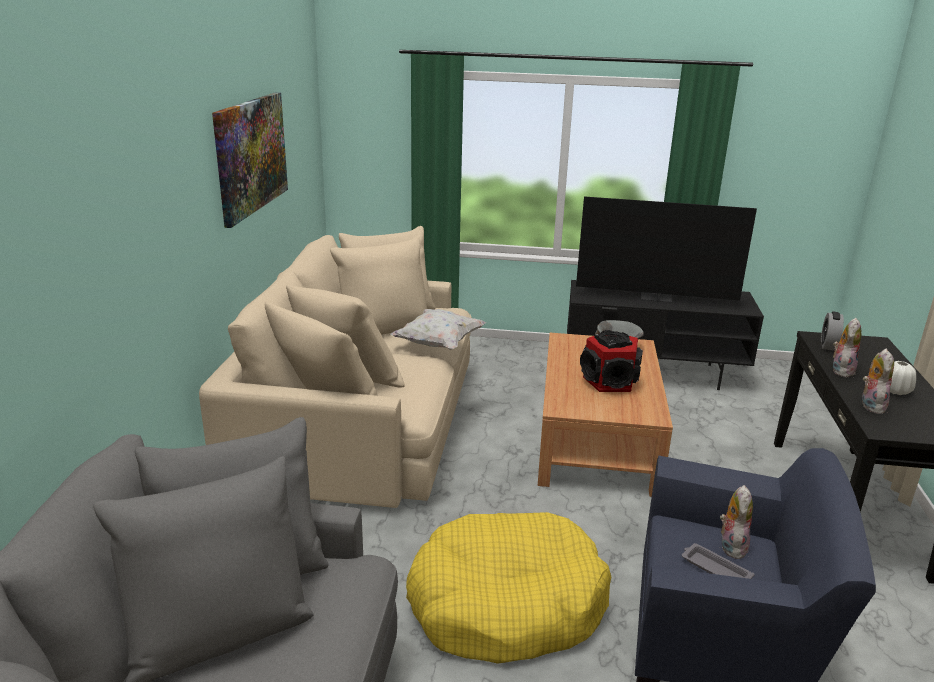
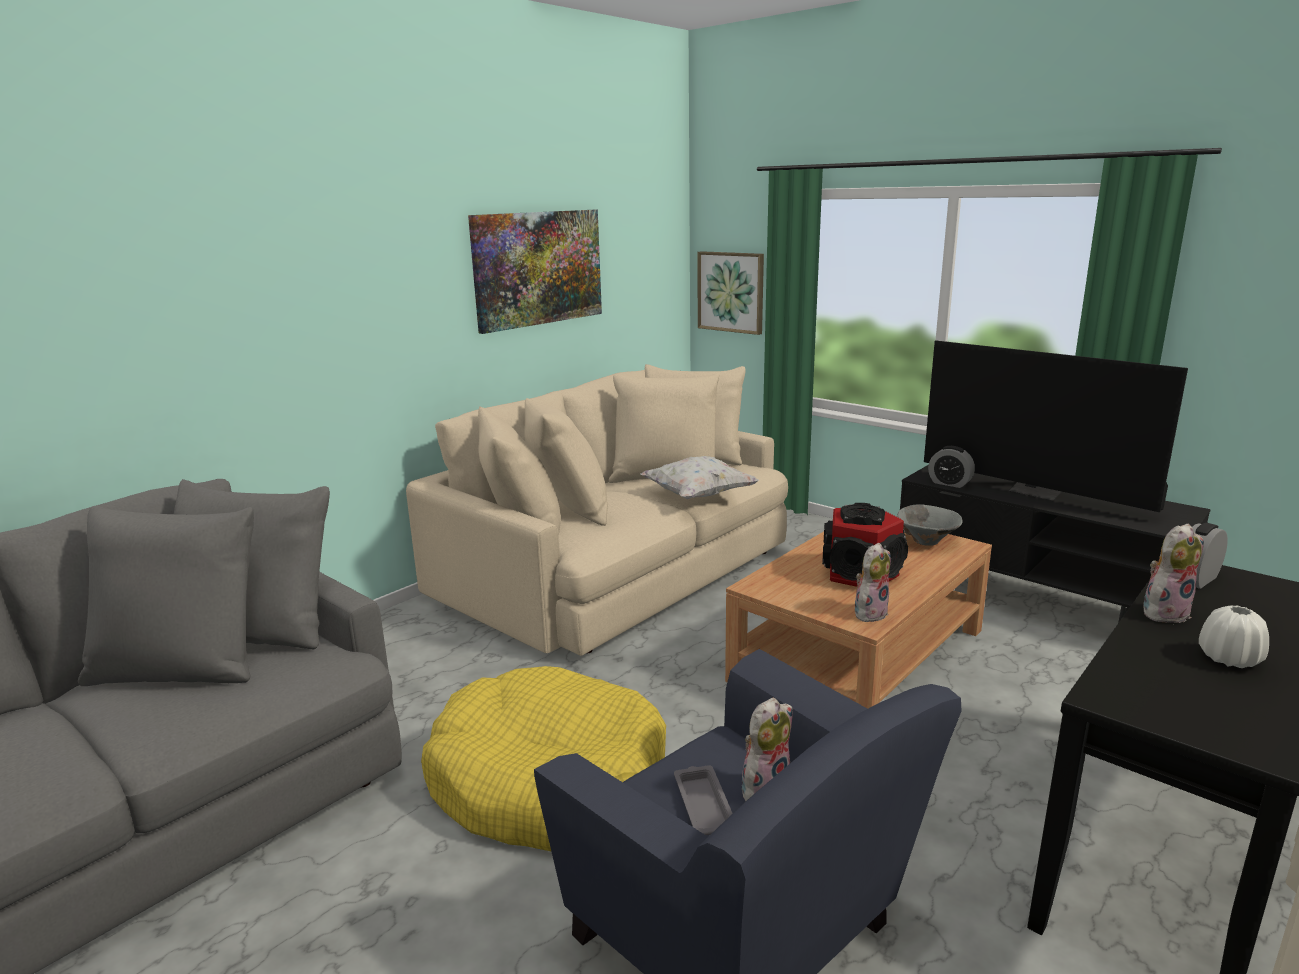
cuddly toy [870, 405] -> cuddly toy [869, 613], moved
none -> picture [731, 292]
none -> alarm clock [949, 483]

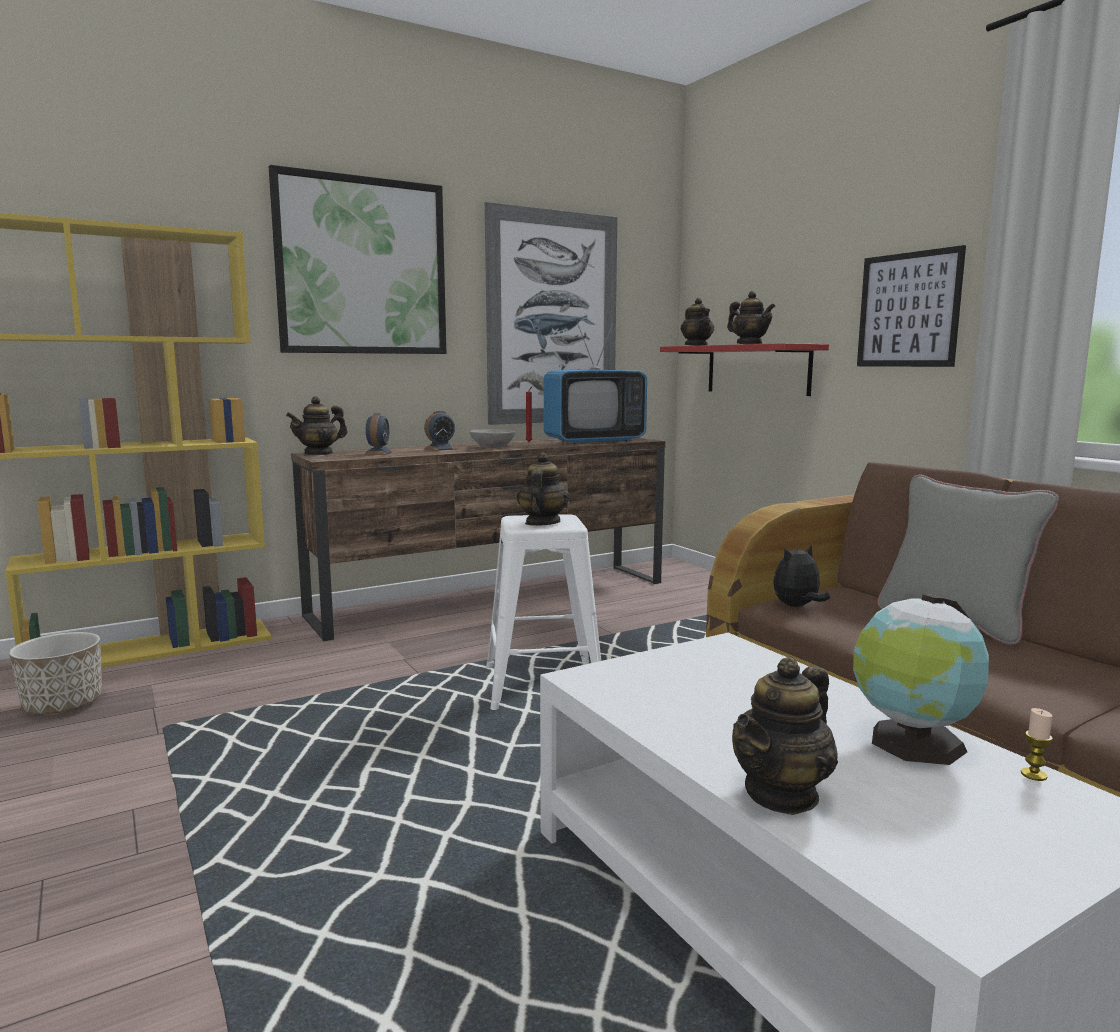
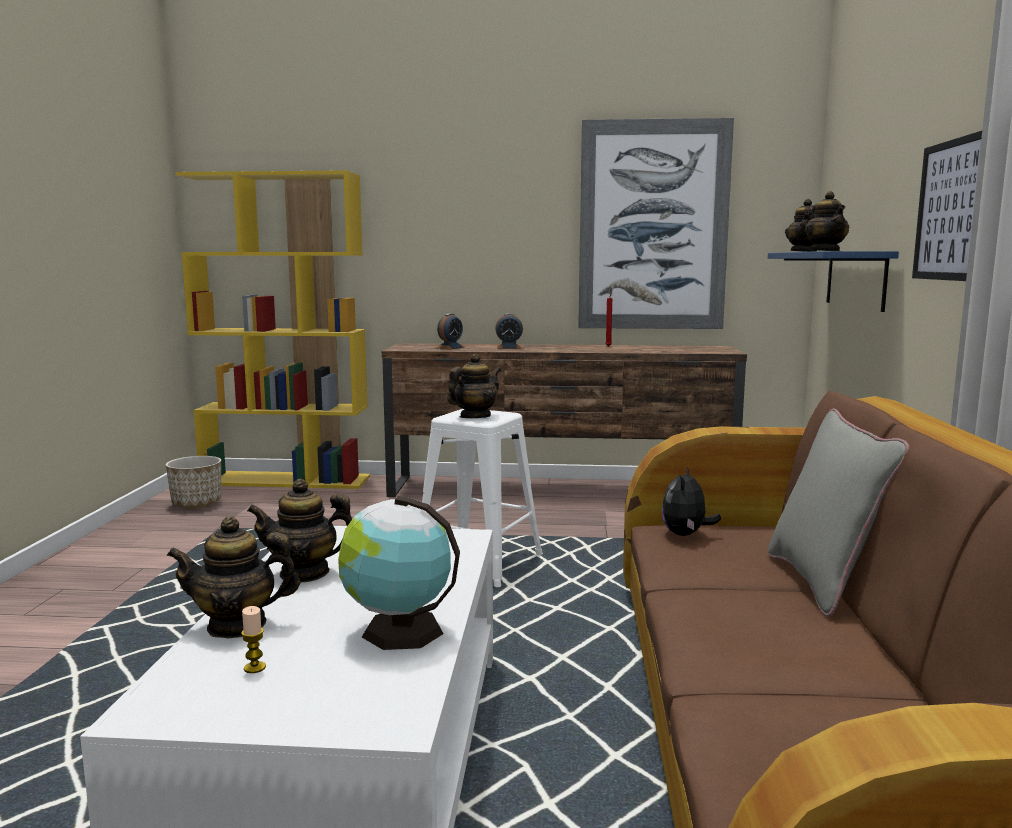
picture [362, 267] -> none
TV set [594, 441] -> none
red-coloured wall shelf [757, 369] -> blue-coloured wall shelf [855, 279]
tea pot [319, 453] -> tea pot [305, 573], moved
greyish bowl [492, 447] -> none
cuddly toy [797, 607] -> cuddly toy [686, 534], 75 degrees counterclockwise
wax light [1033, 775] -> wax light [254, 668], moved

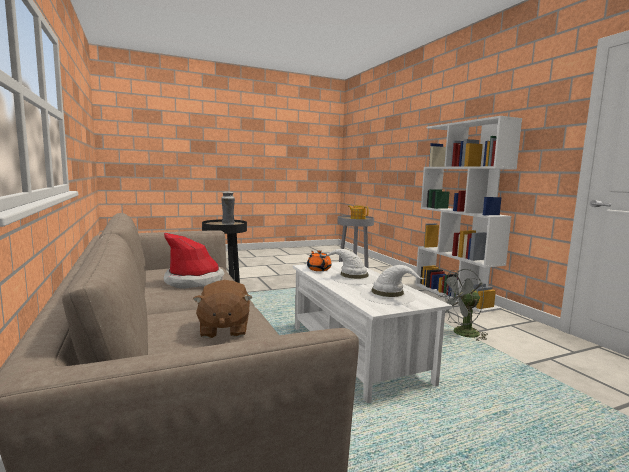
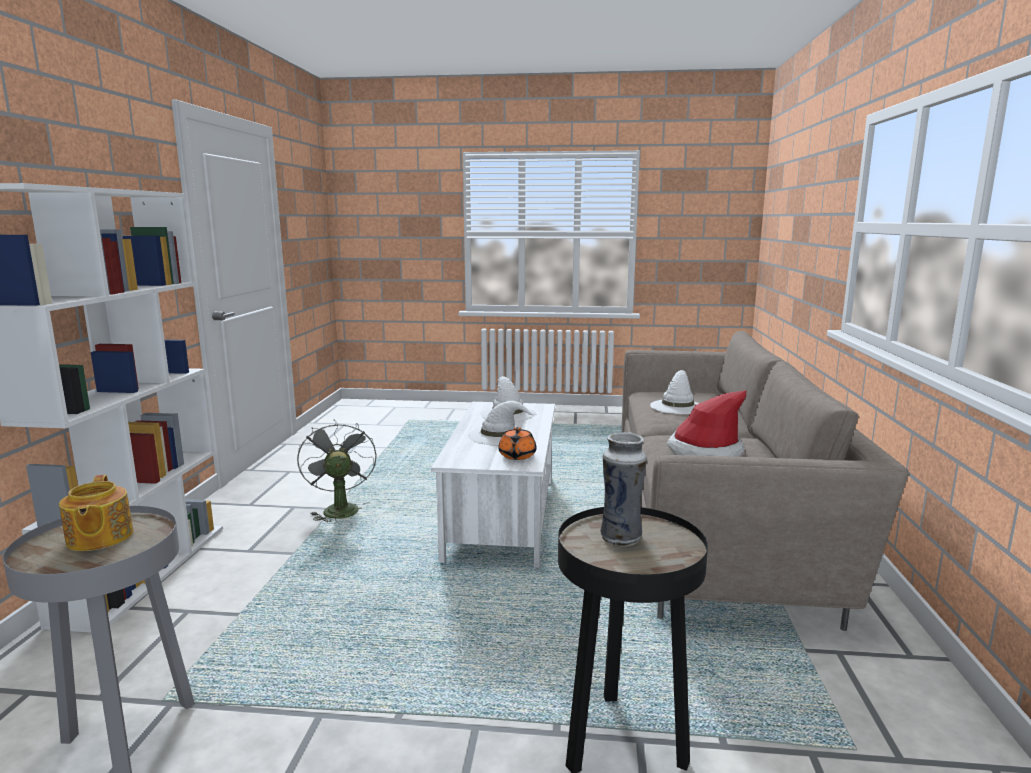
greyish cooling fan [461, 334] -> greyish cooling fan [339, 509], 120 degrees counterclockwise
brown cuddly toy [223, 329] -> white-coloured hat [677, 406]

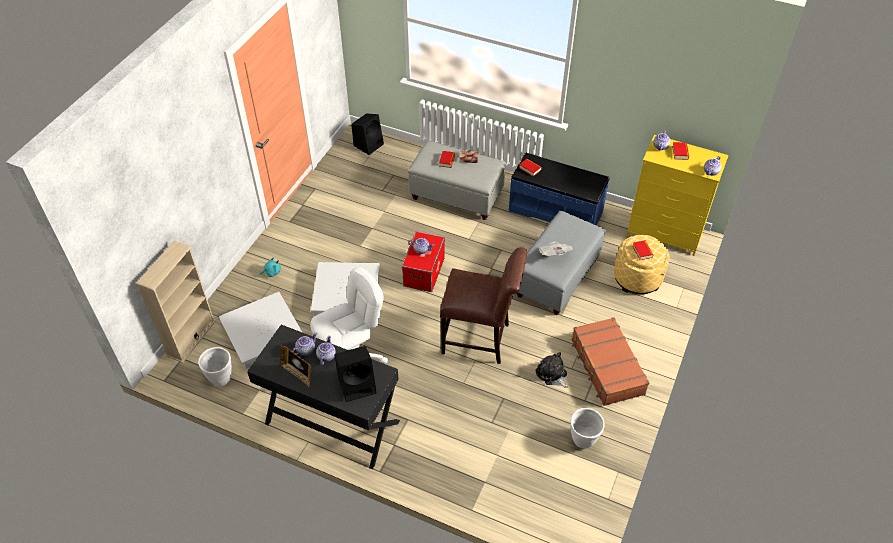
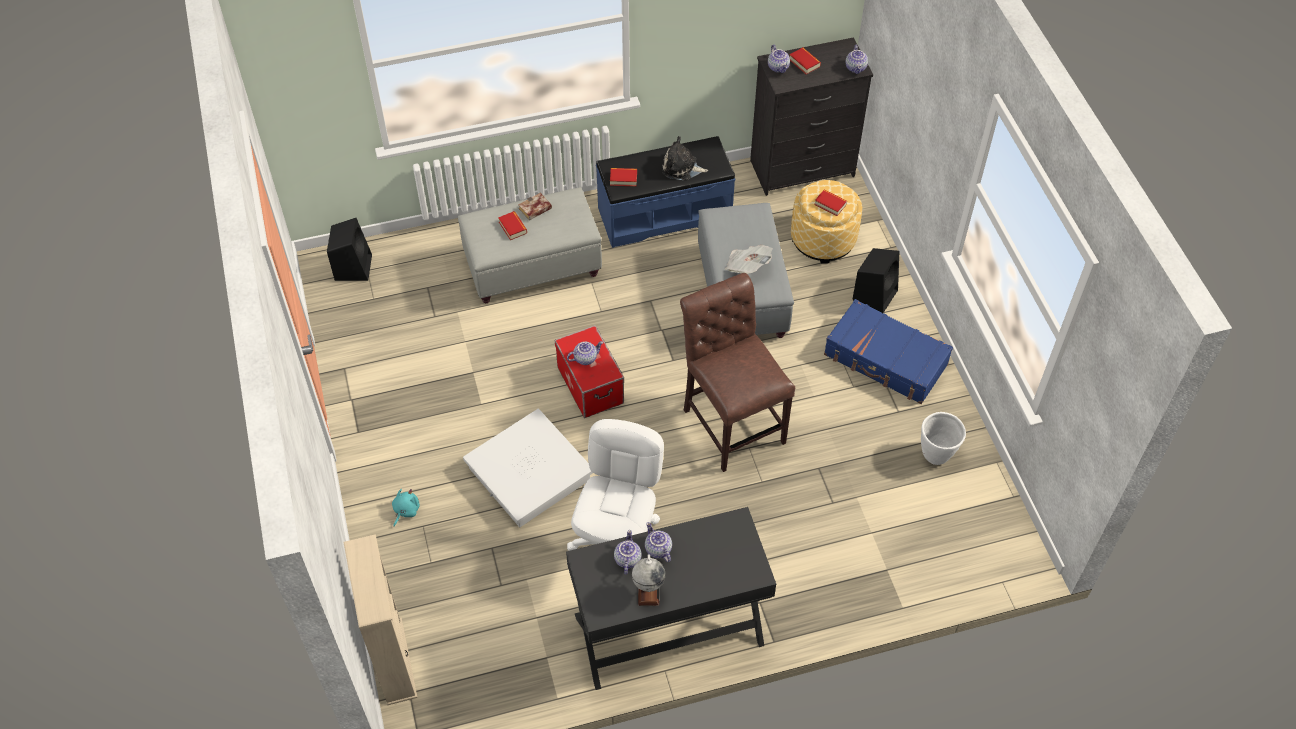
yellow-coloured drawer chest [665, 233] -> blackish drawer chest [803, 168]
brown chair [480, 340] -> brown chair [731, 421], 90 degrees counterclockwise
white-coloured storage bin [263, 334] -> none
brown suitcase [606, 367] -> blue-coloured suitcase [885, 360]
photo frame [298, 373] -> desk globe [648, 591]
blackish loudspeaker [358, 384] -> blackish loudspeaker [875, 294], moved
white-coloured planter [221, 378] -> none
cuddly toy [552, 374] -> cuddly toy [681, 168], moved

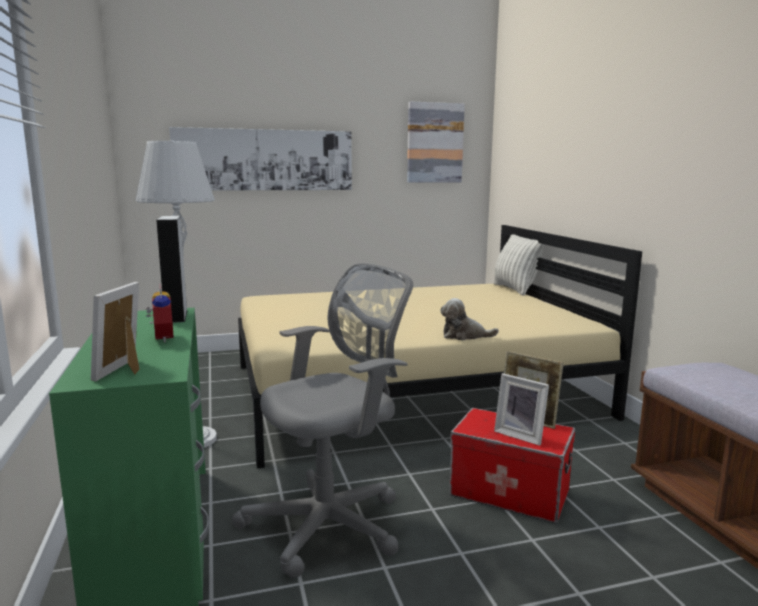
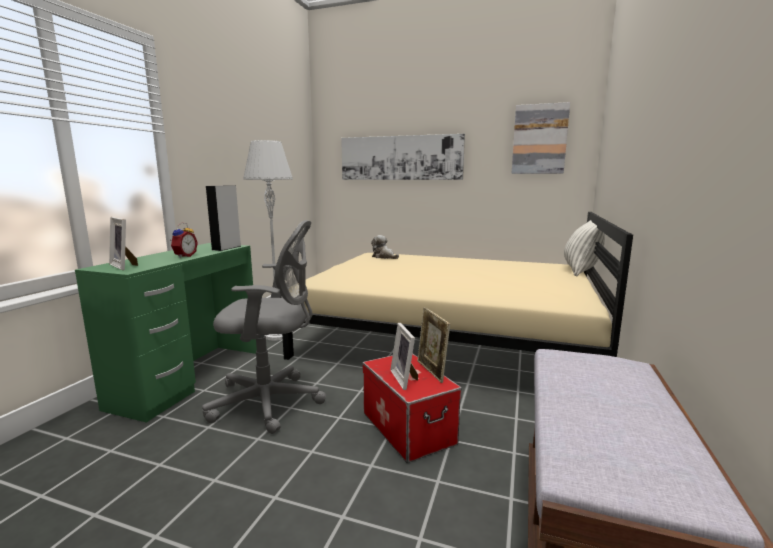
photo frame [126, 370] -> photo frame [125, 266], 90 degrees counterclockwise
cuddly toy [464, 336] -> cuddly toy [384, 257], moved

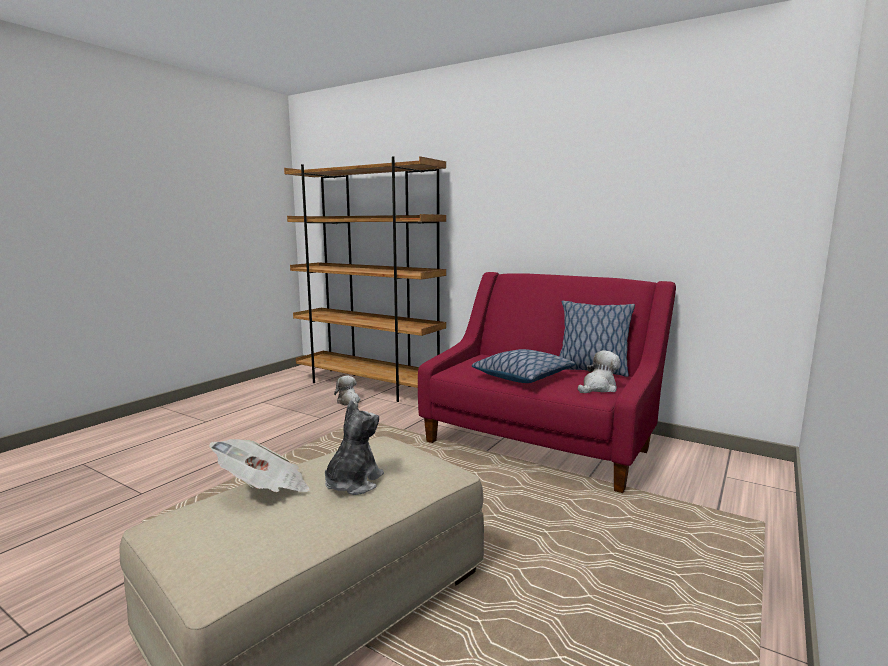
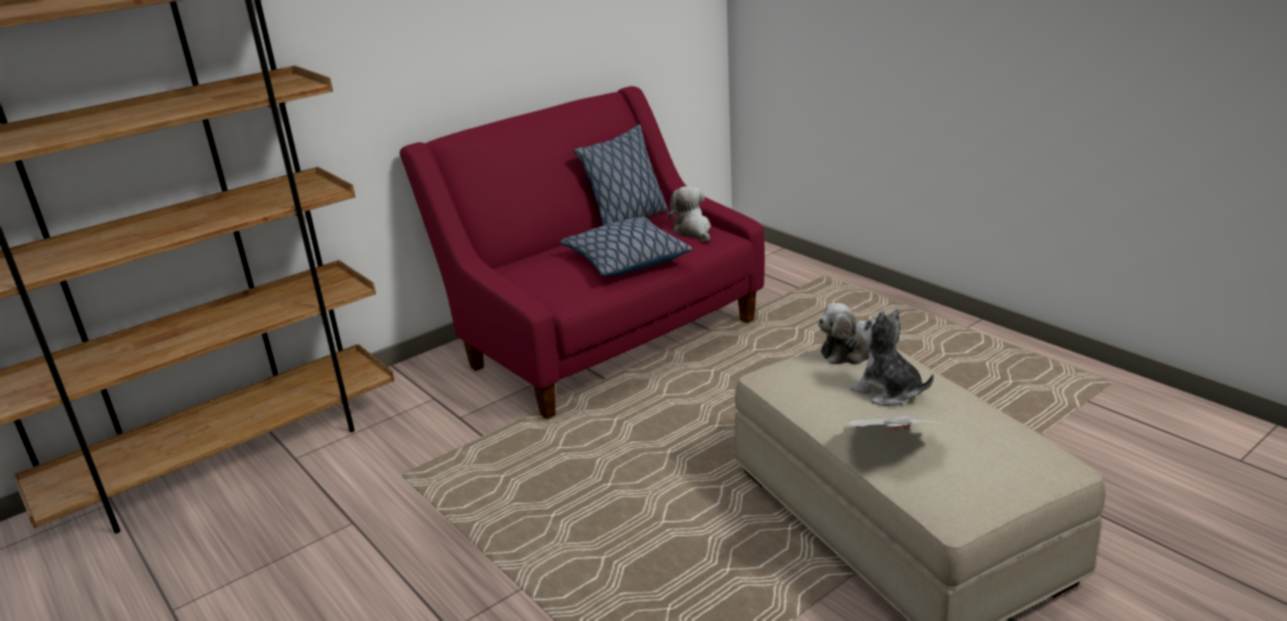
cuddly toy [349, 402] -> cuddly toy [853, 353], moved

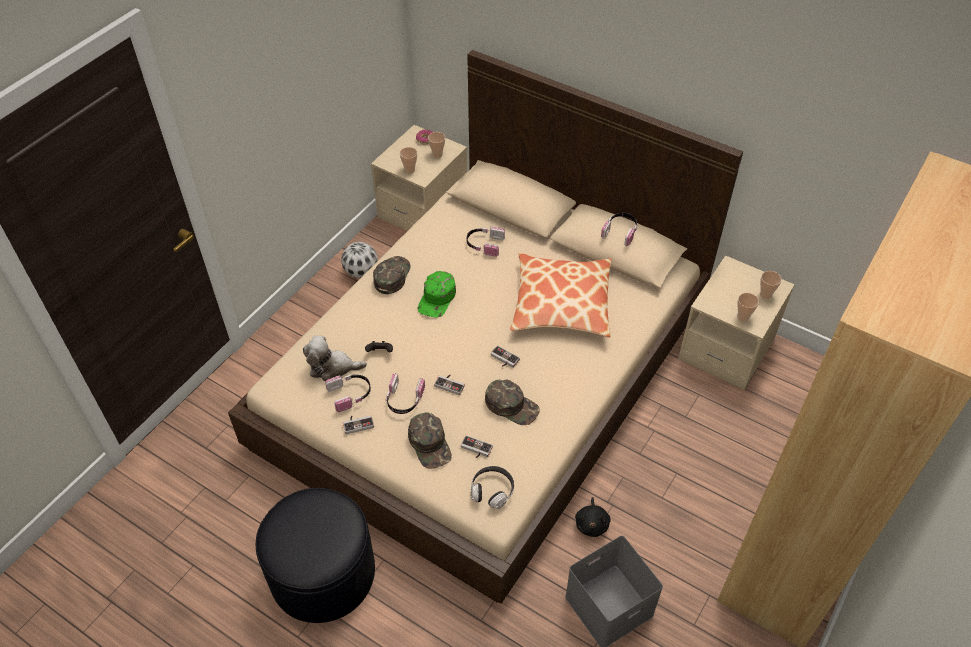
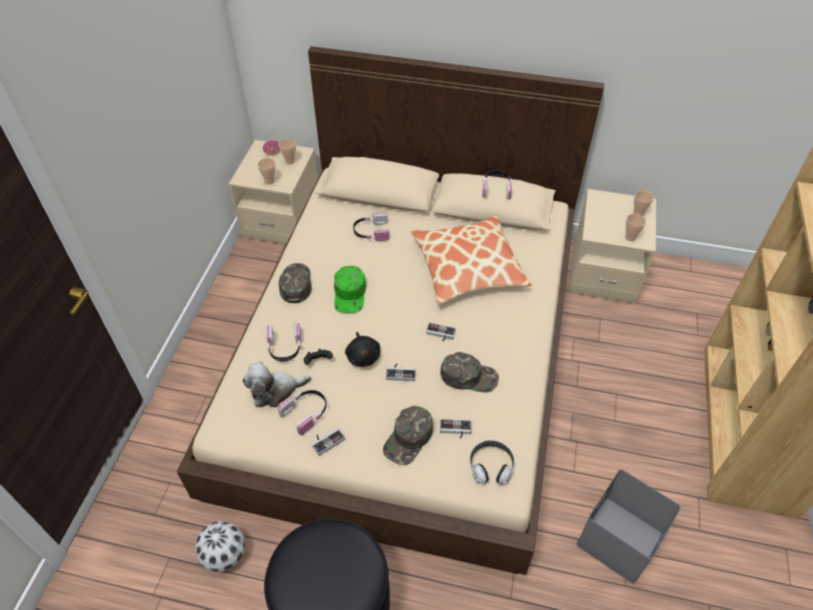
ball for football [361, 273] -> ball for football [225, 556], moved
pair of headphones [404, 400] -> pair of headphones [285, 348], moved
greenish peaked cap [430, 444] -> greenish peaked cap [409, 439], 75 degrees clockwise
blackish cuddly toy [592, 523] -> blackish cuddly toy [363, 356], moved

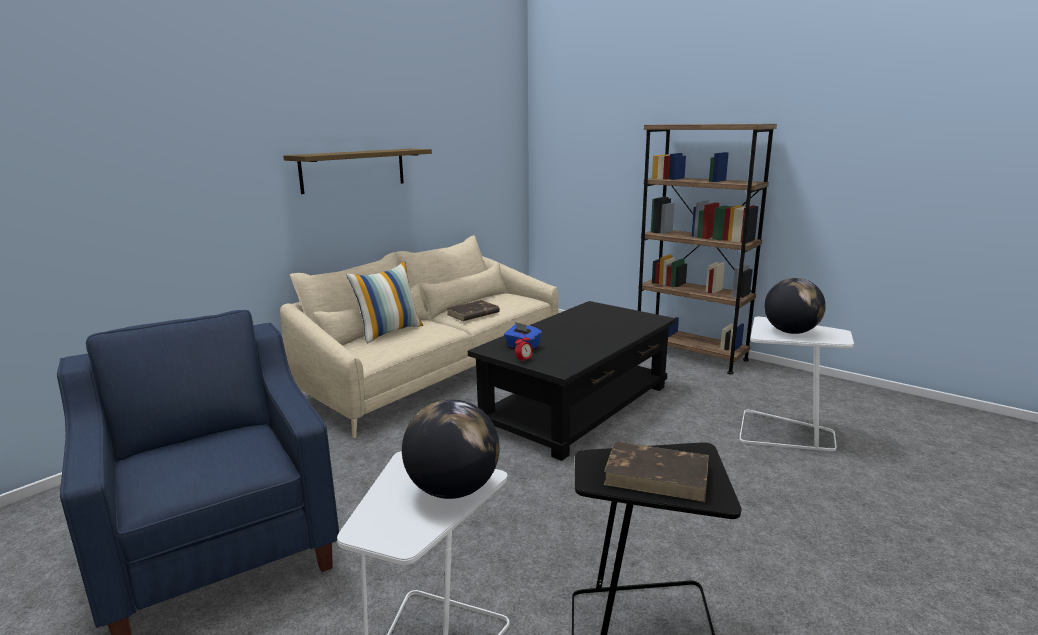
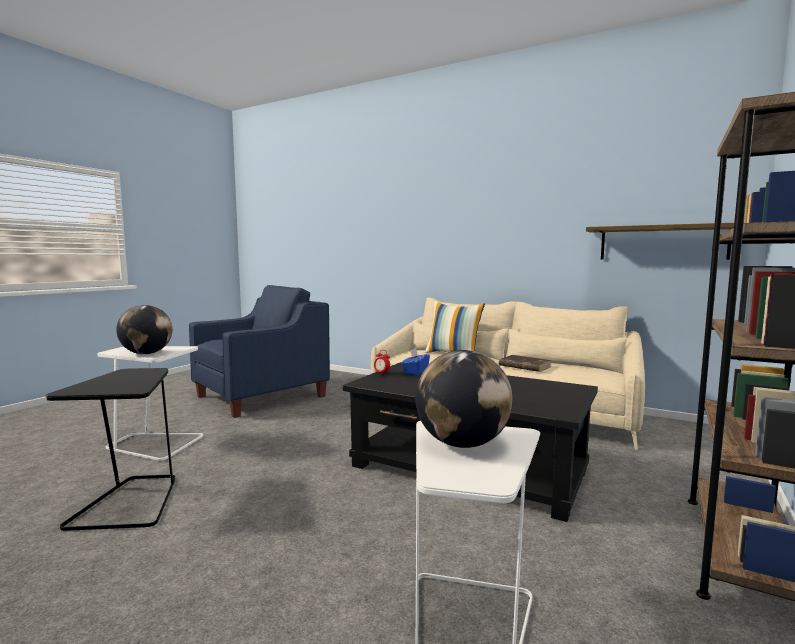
wall shelf [354, 170] -> wall shelf [662, 243], moved
brown book [657, 475] -> none

